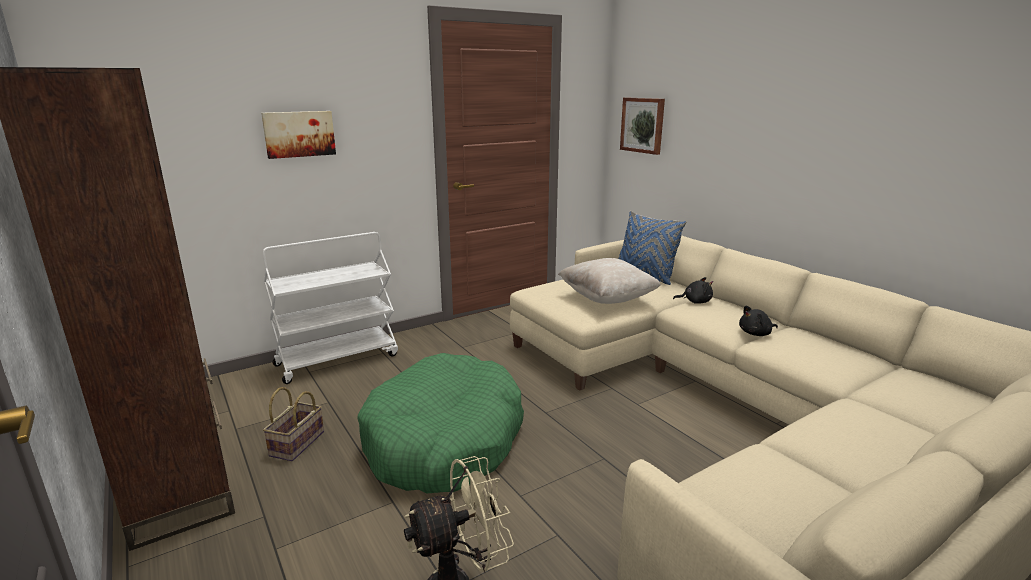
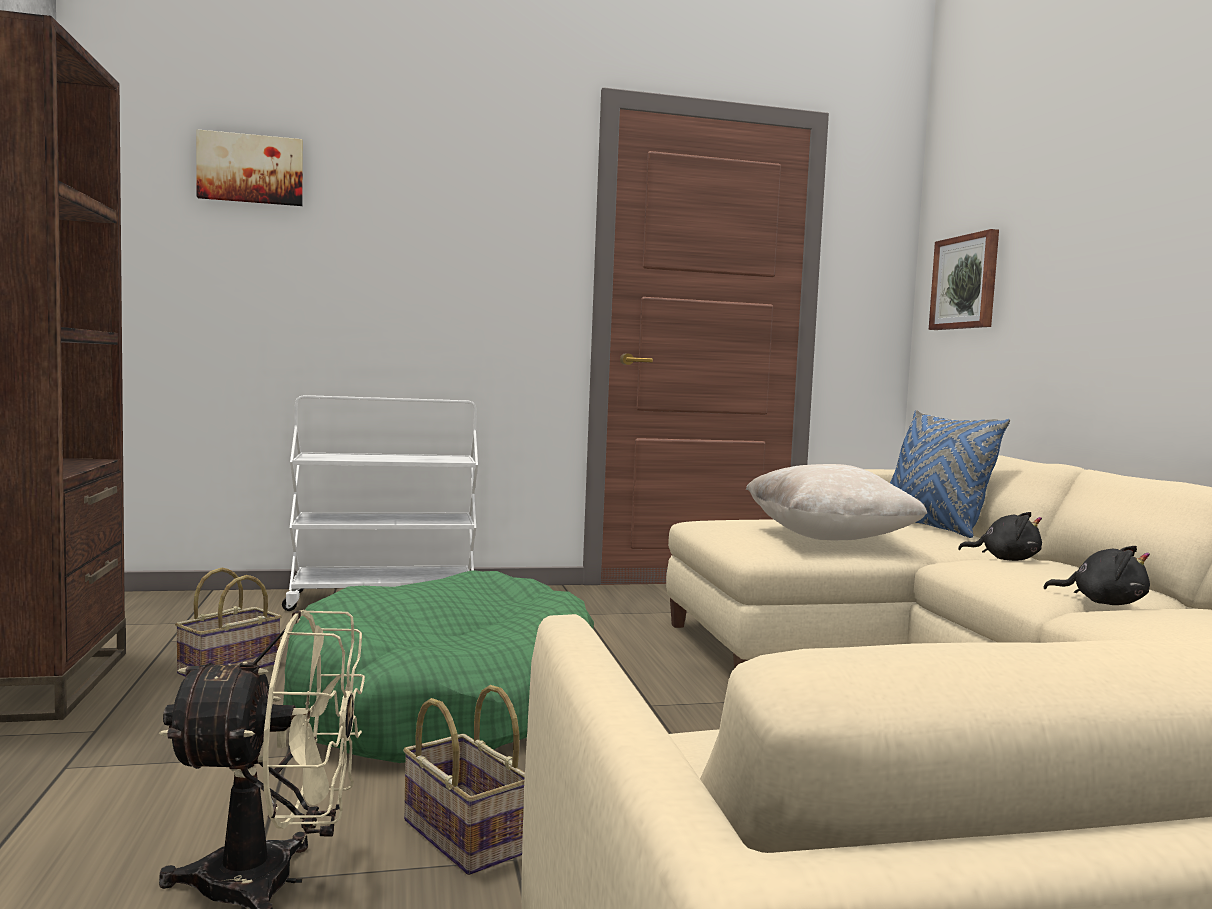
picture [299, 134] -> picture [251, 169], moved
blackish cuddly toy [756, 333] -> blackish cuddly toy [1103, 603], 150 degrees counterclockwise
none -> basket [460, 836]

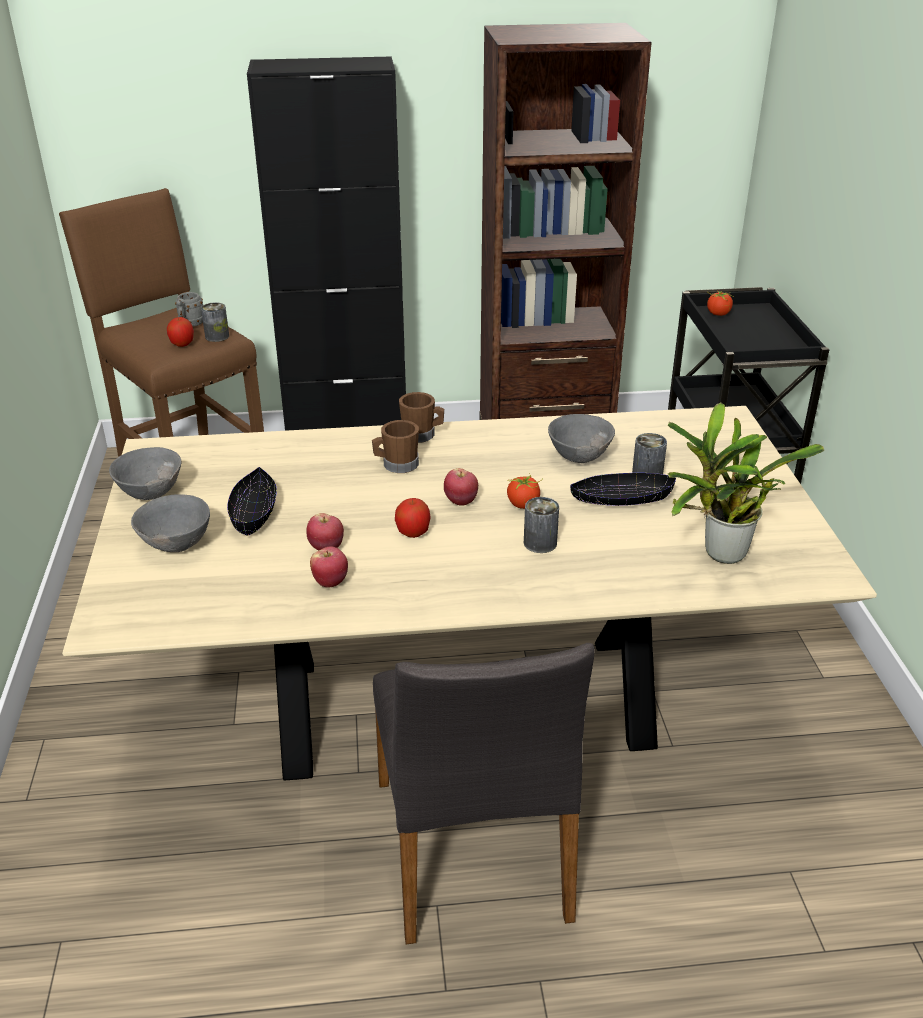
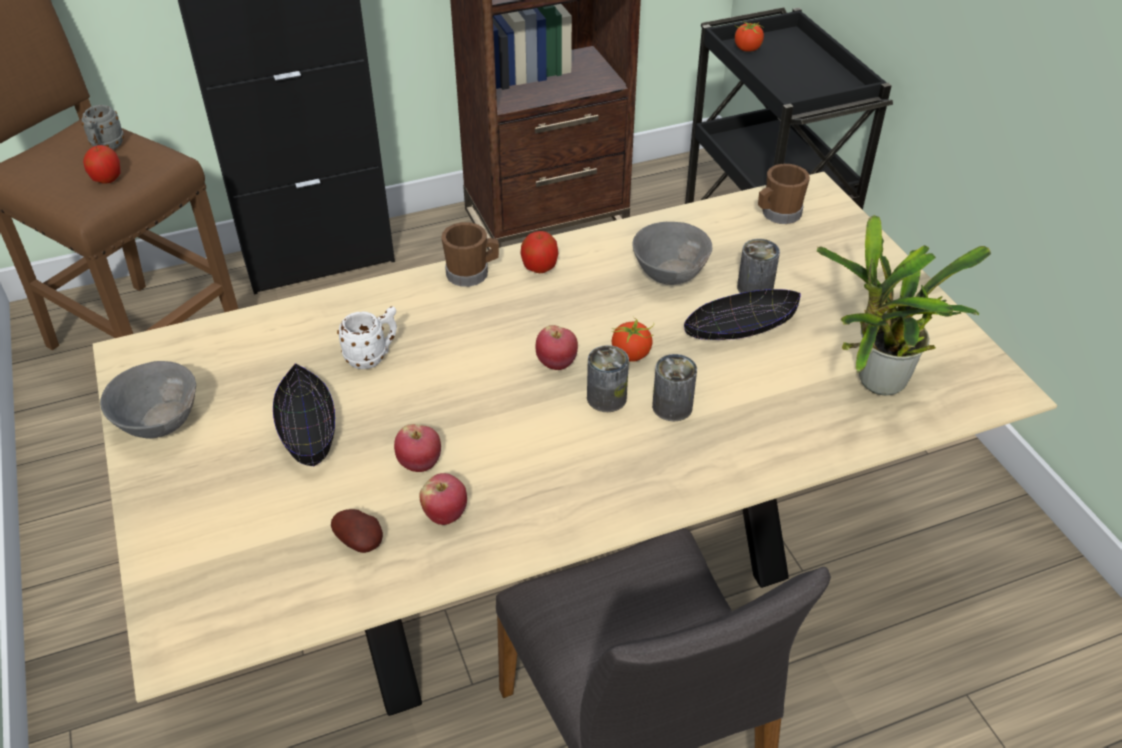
metal can [217, 336] -> metal can [606, 398], moved
brown coffee mug [396, 465] -> brown coffee mug [777, 214], moved
greyish bowl [176, 545] -> none
whole apple [413, 532] -> whole apple [540, 267], moved
none -> white-coloured coffee mug [373, 356]
none -> spud [362, 542]

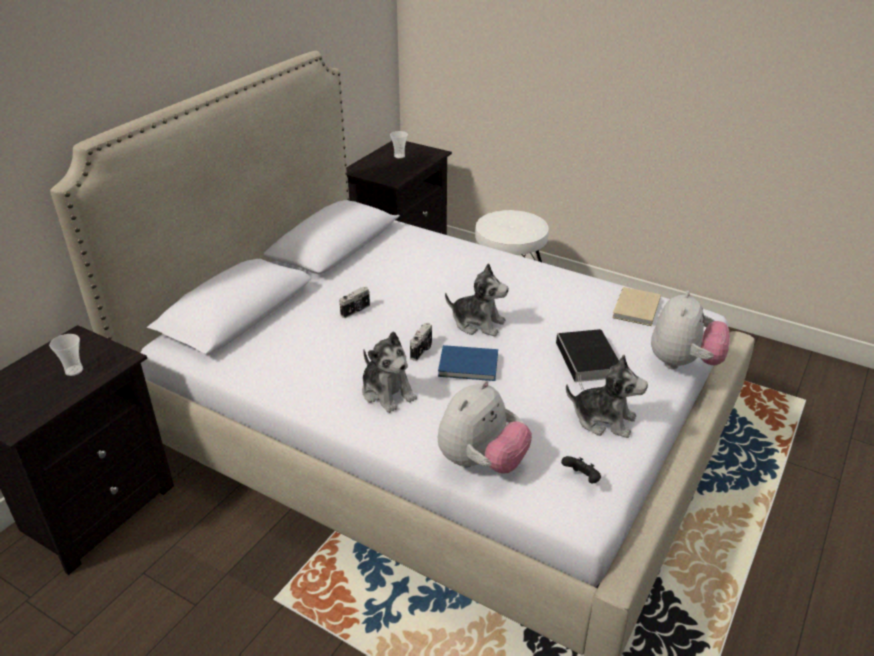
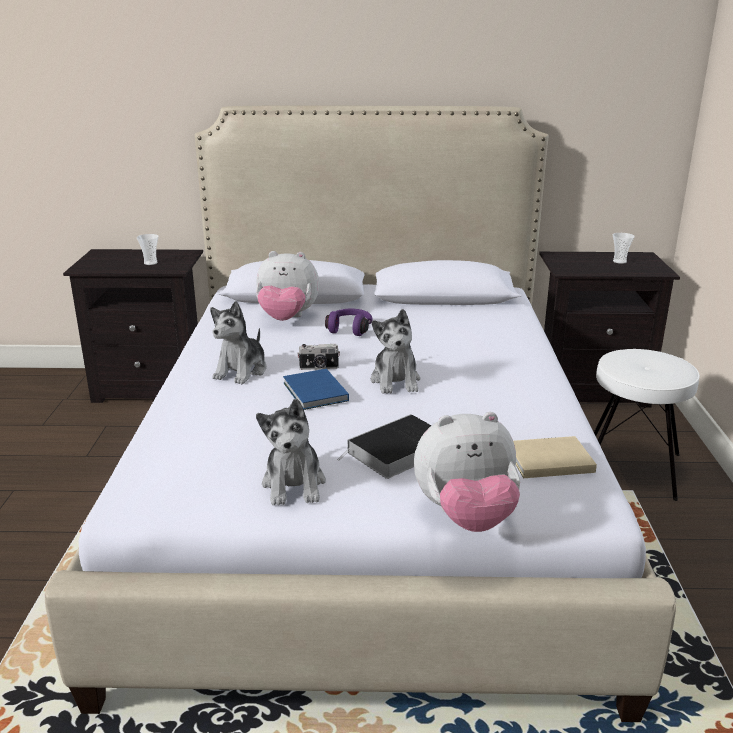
still camera [356, 311] -> purple pair of headphones [350, 329]
cuddly toy [481, 462] -> cuddly toy [287, 318], moved
blackish game controller [582, 479] -> none

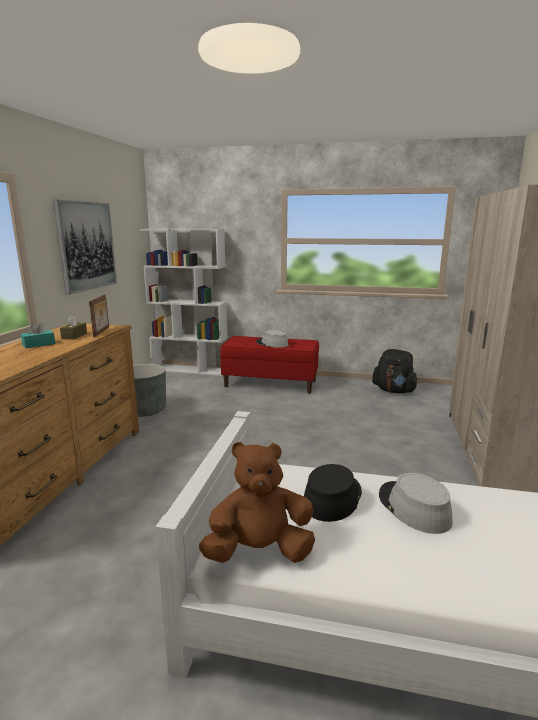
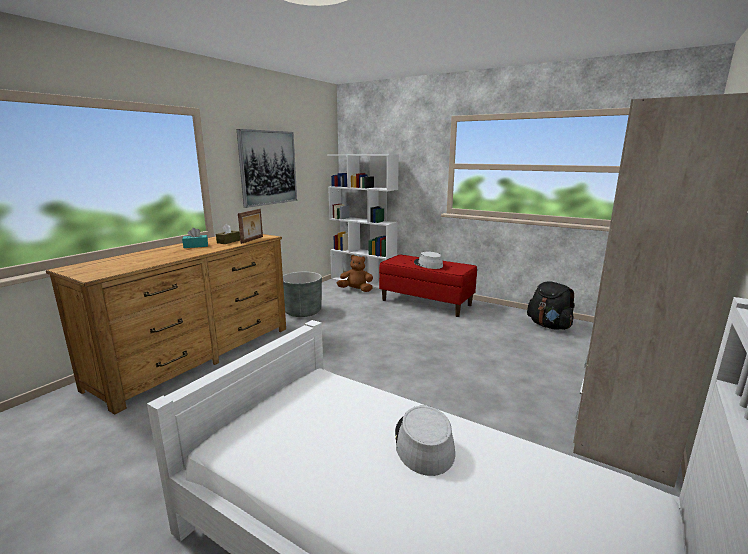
brown cuddly toy [259, 551] -> brown cuddly toy [356, 290], moved
blackish hat [332, 497] -> none

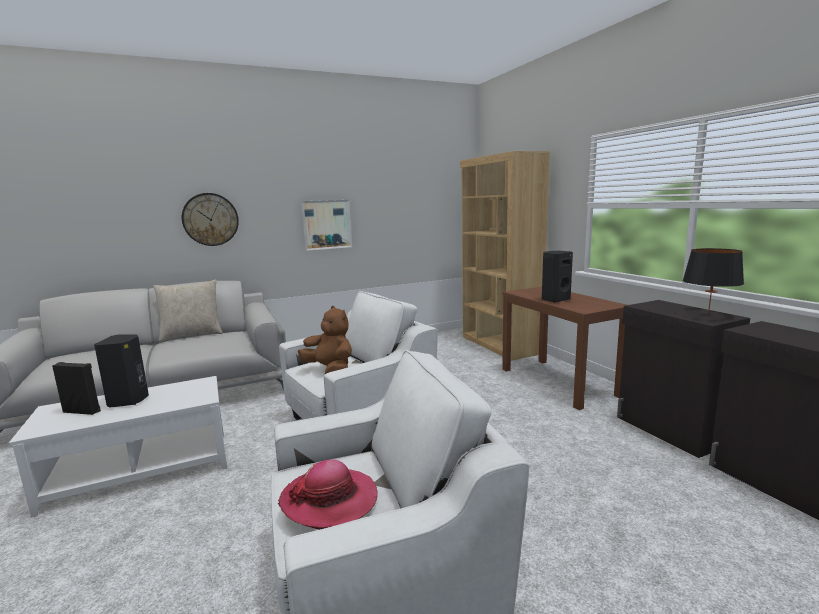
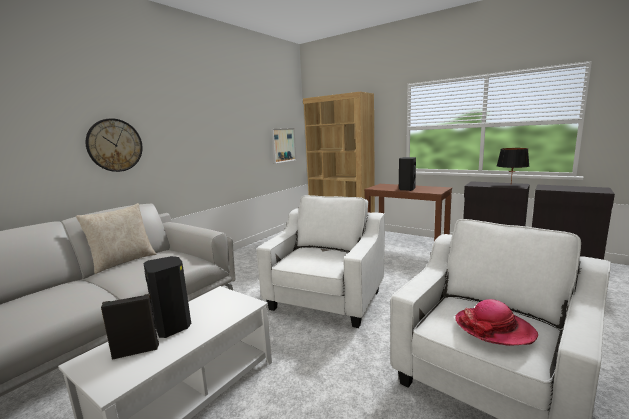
picture [327, 224] -> picture [283, 145], moved
brown cuddly toy [330, 371] -> none

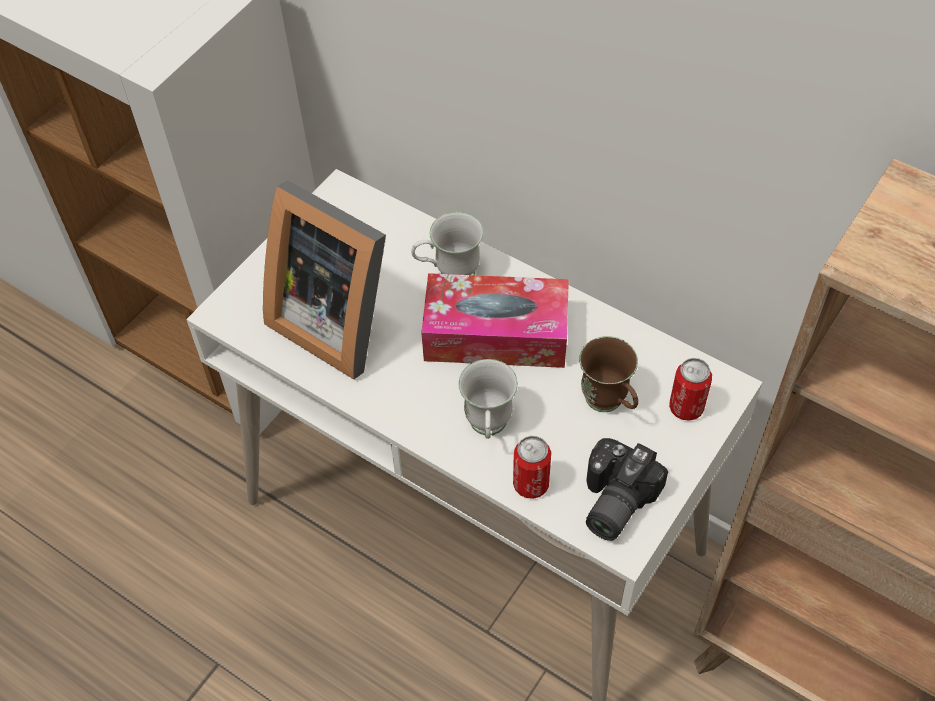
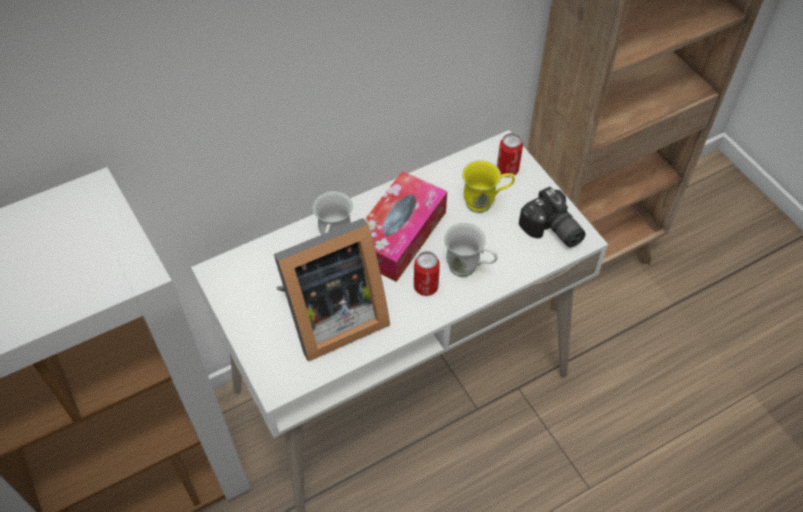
brown coffee mug [609, 405] -> yellow-coloured coffee mug [485, 203]
metal can [531, 484] -> metal can [426, 287], moved

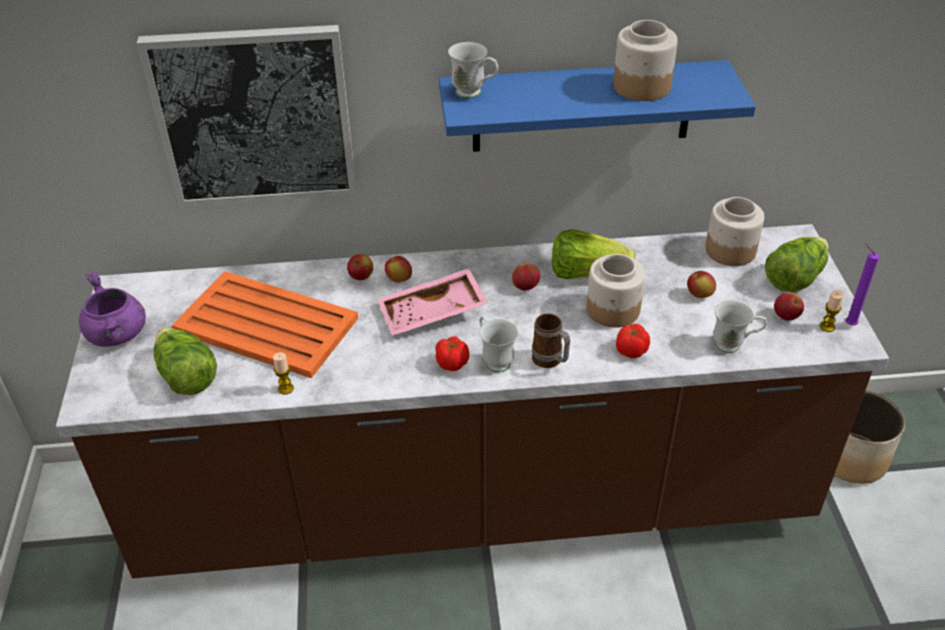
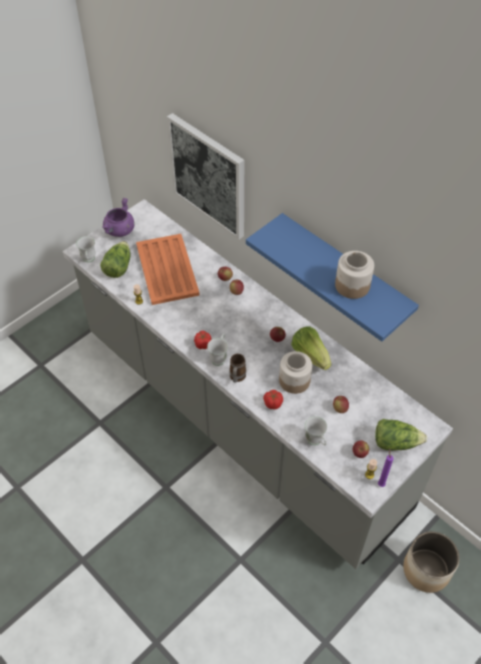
white-coloured coffee mug [474, 94] -> white-coloured coffee mug [89, 260], moved
jar [729, 250] -> none
brown counter [475, 501] -> greyish counter [240, 419]
pink-coloured tray [433, 313] -> none

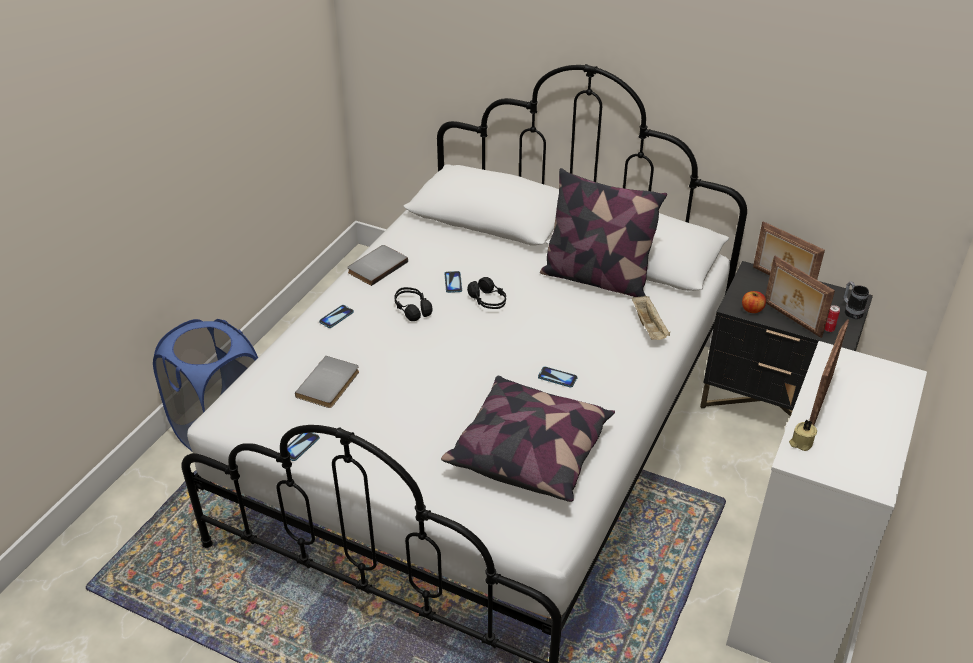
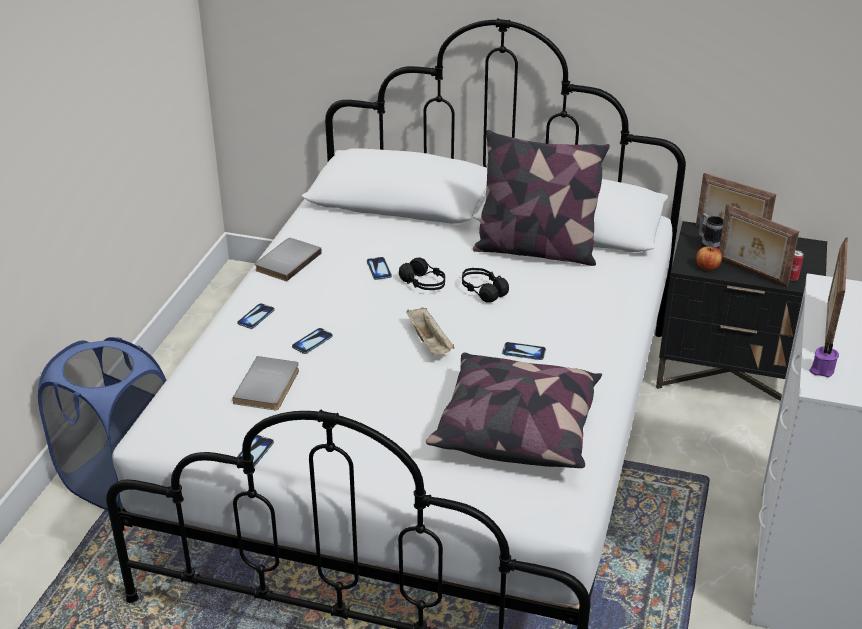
coffee mug [851, 311] -> coffee mug [708, 246], moved
blackish pair of headphones [412, 309] -> blackish pair of headphones [483, 291], moved
beige tray [649, 327] -> beige tray [430, 343], moved
beige wax light [800, 443] -> purple wax light [821, 370]
none -> telephone [312, 342]

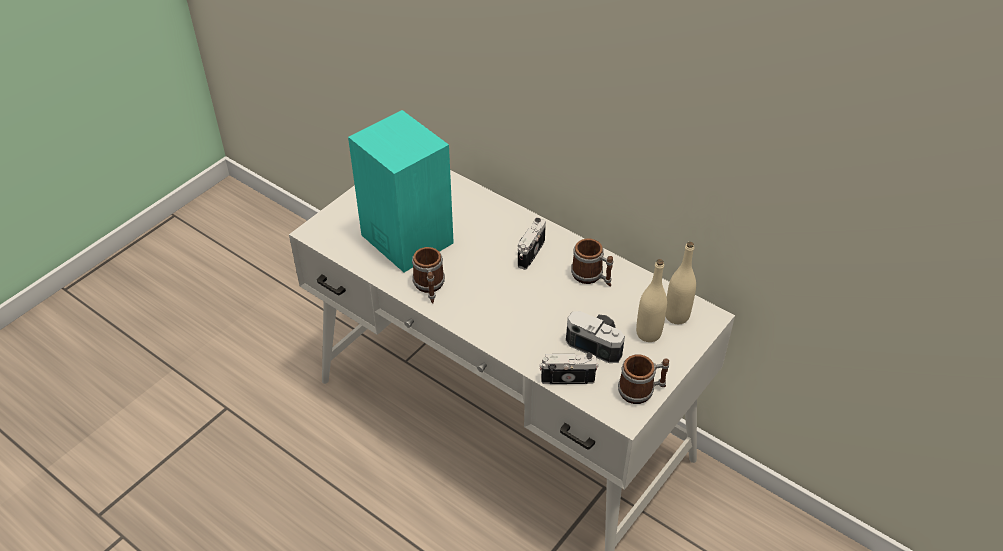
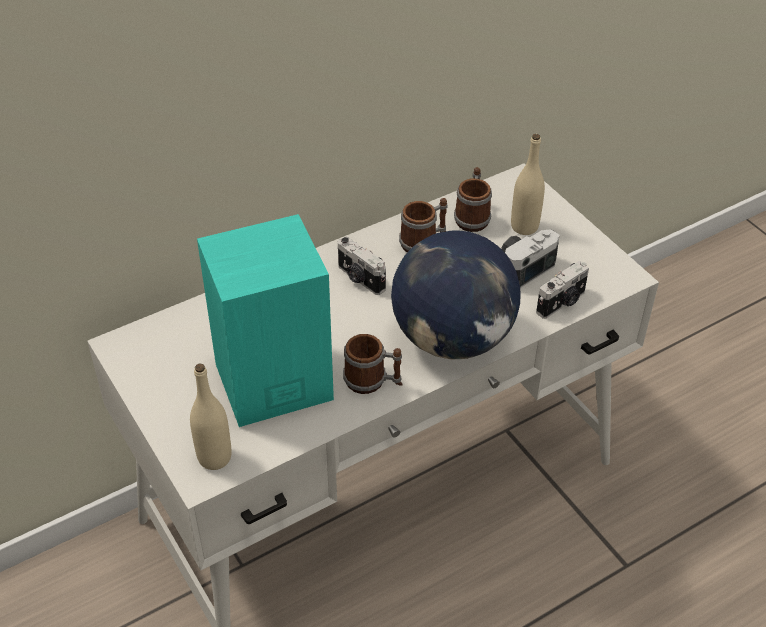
beige bottle [676, 316] -> beige bottle [214, 457], moved
still camera [567, 377] -> still camera [562, 303], 150 degrees counterclockwise
coffee mug [642, 390] -> coffee mug [472, 216], moved
none -> desk globe [453, 338]

